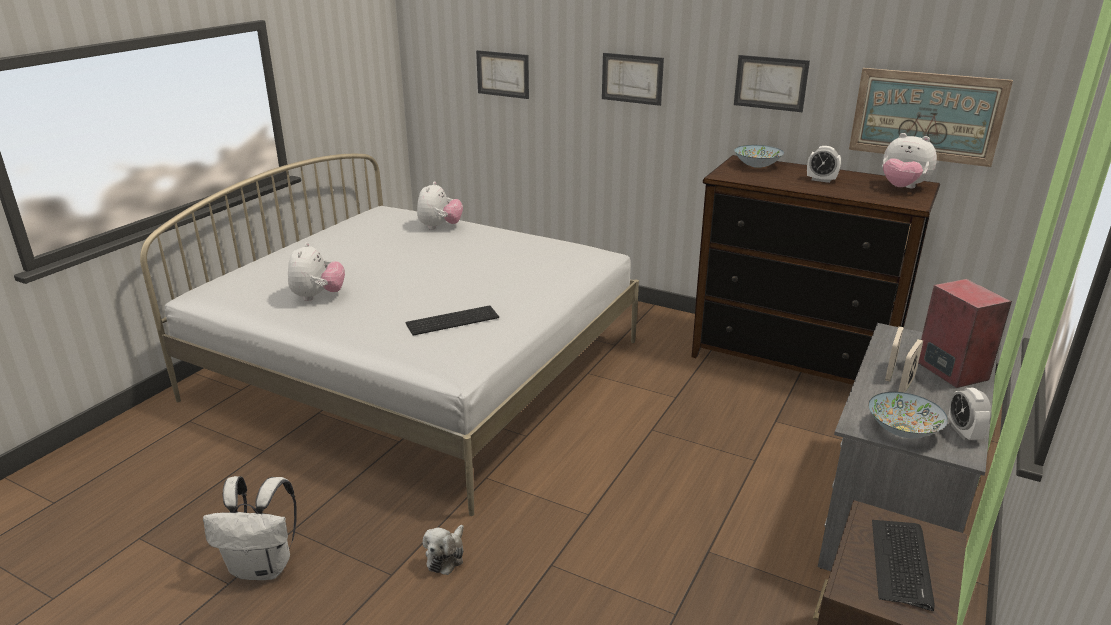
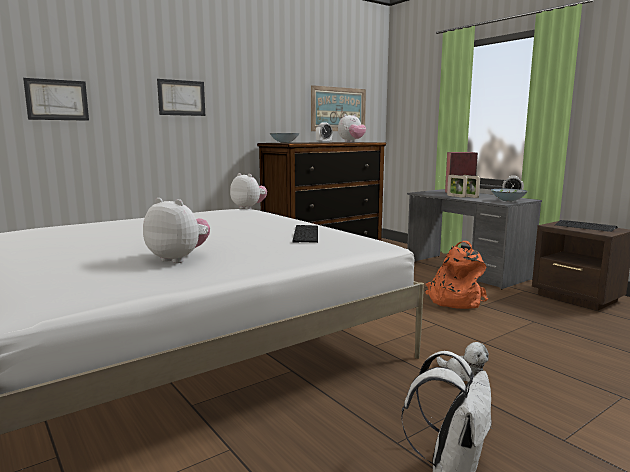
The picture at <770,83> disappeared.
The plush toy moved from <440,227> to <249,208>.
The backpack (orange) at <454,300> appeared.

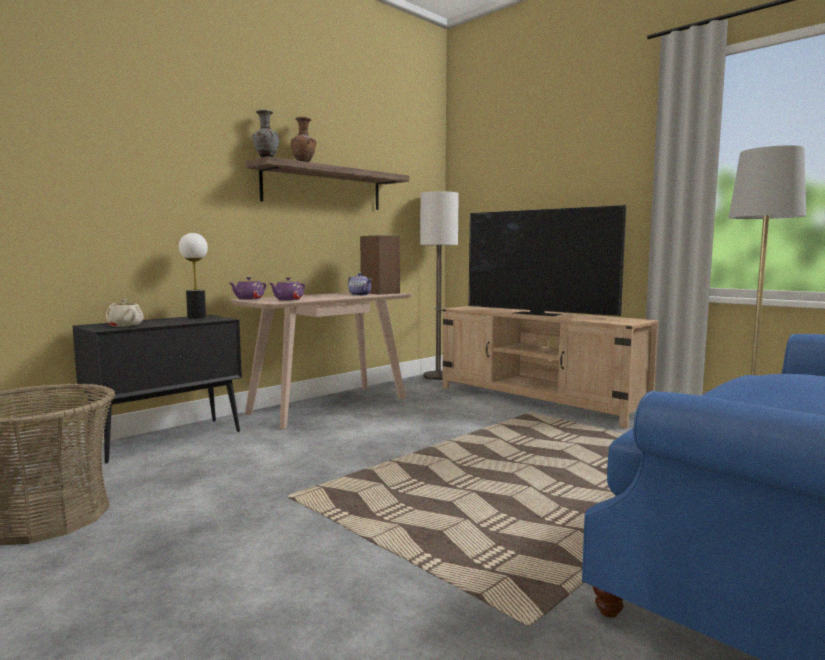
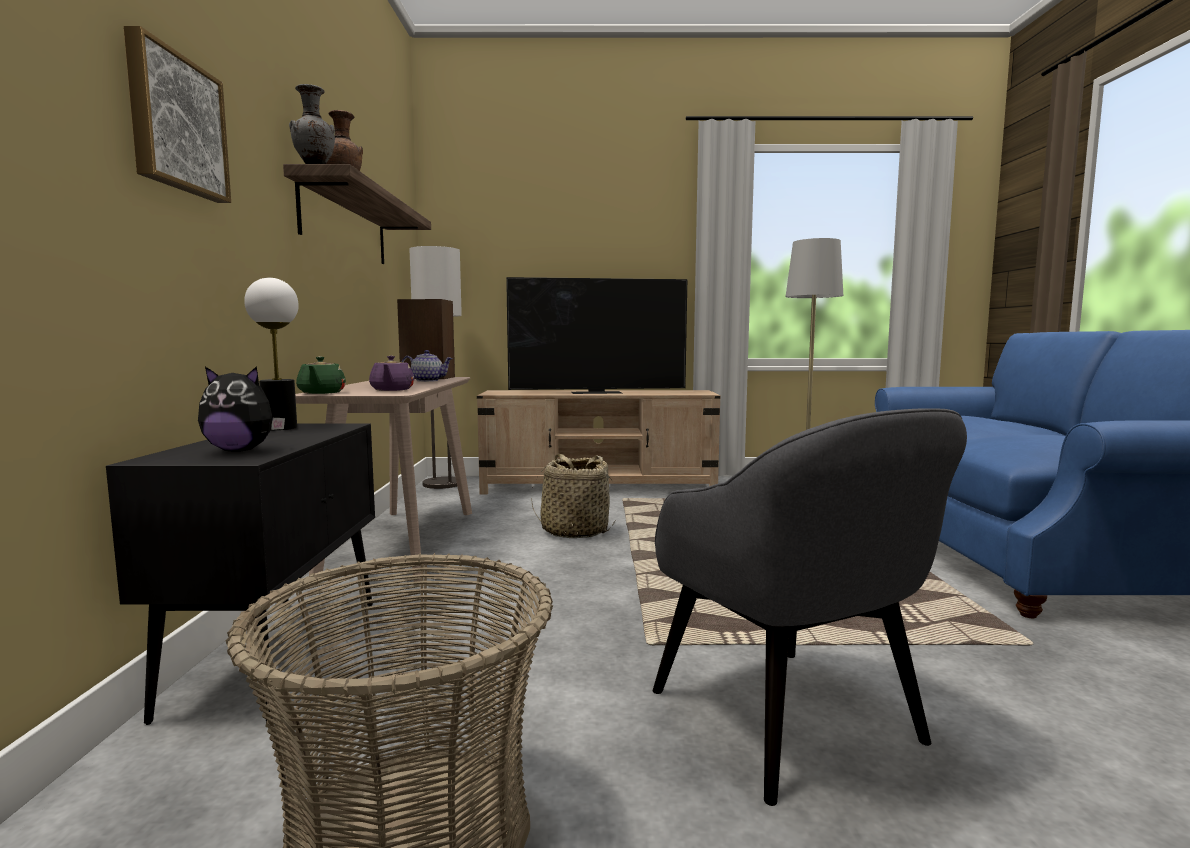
The teapot (purple) at <248,299> became the teapot (green) at <321,393>.
The teapot (beige) at <124,325> was replaced by the plush toy at <241,451>.
The picture at <175,124> appeared.
The armchair (grey) at <787,719> appeared.
The basket at <574,531> appeared.

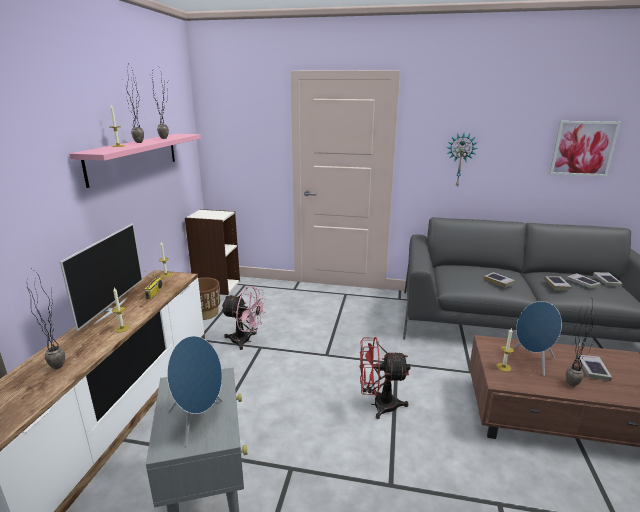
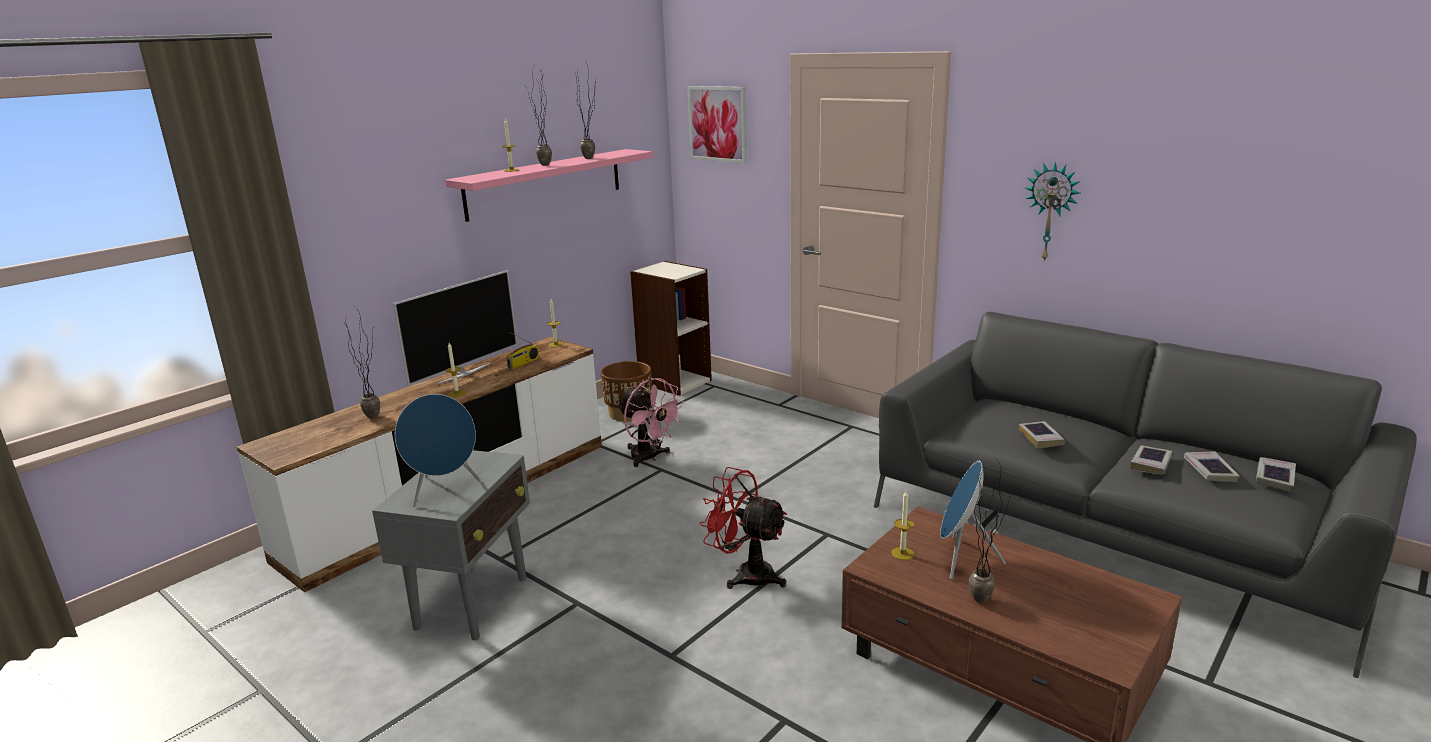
The picture moved from <583,148> to <718,124>.
The book at <592,369> disappeared.

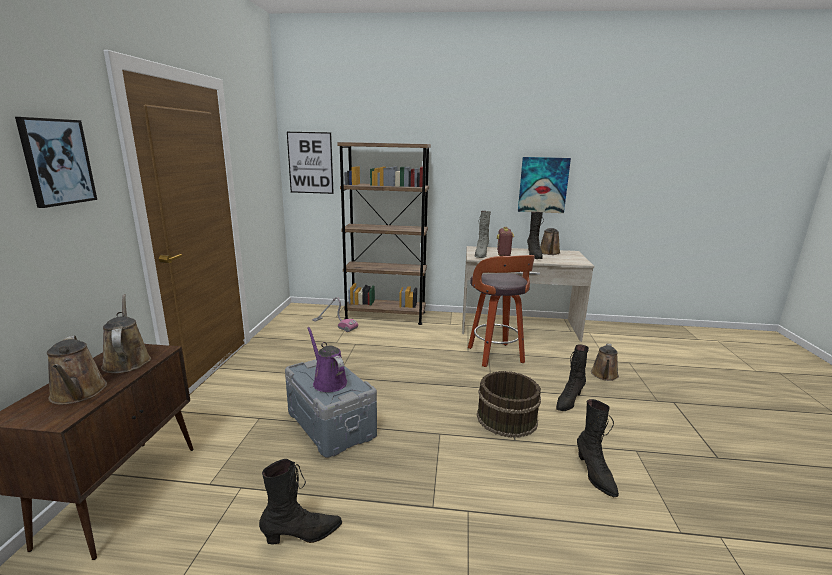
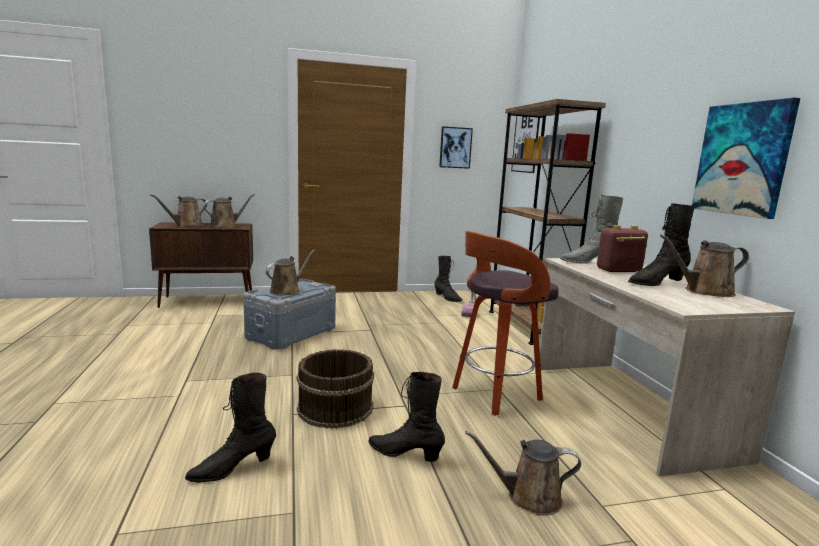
The picture moved from <57,162> to <455,147>.
The watering can (purple) at <328,381> became the watering can (brown) at <287,291>.
The boot (black) moved from <303,535> to <447,298>.

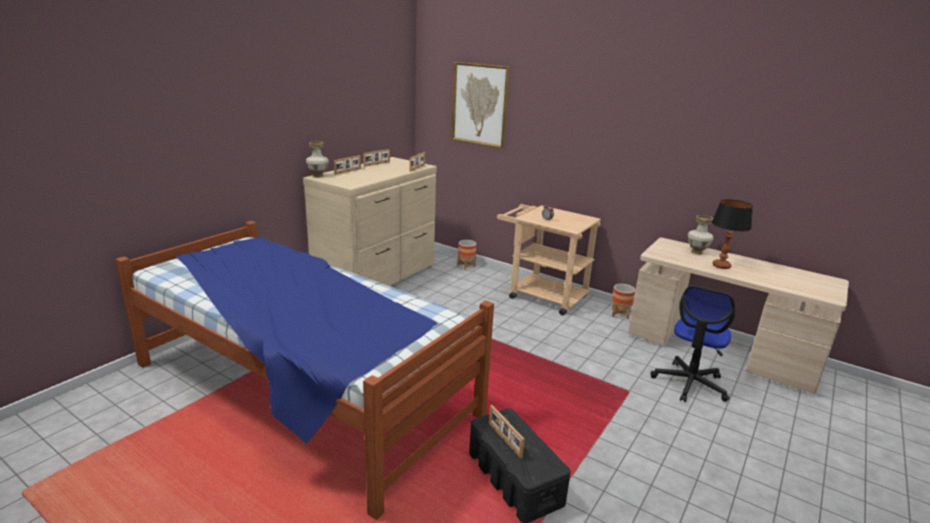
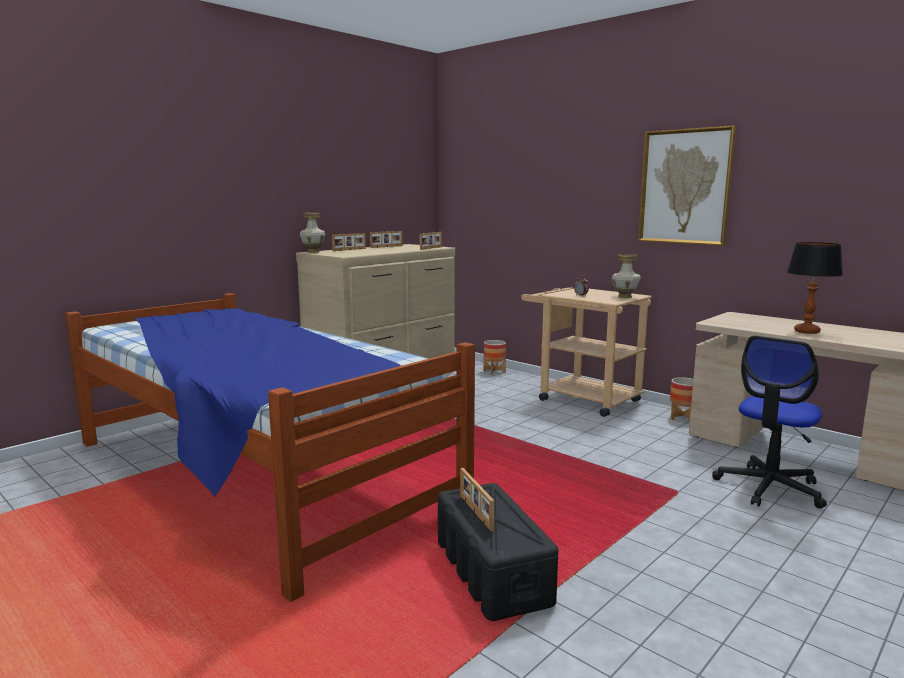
The picture moved from <479,104> to <685,187>.
The vase moved from <696,252> to <624,297>.

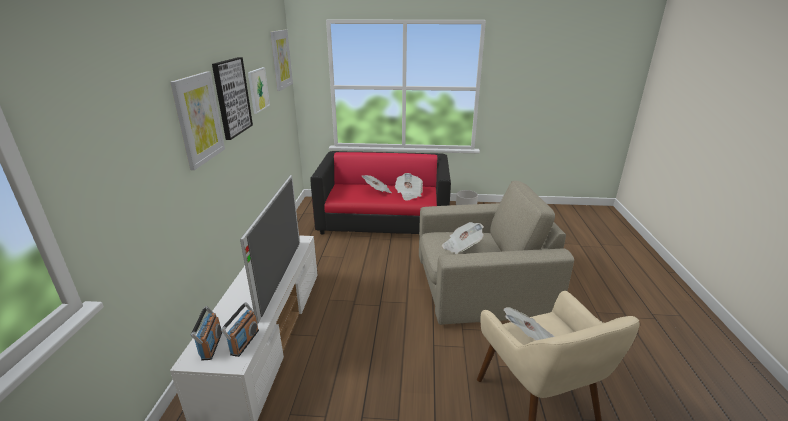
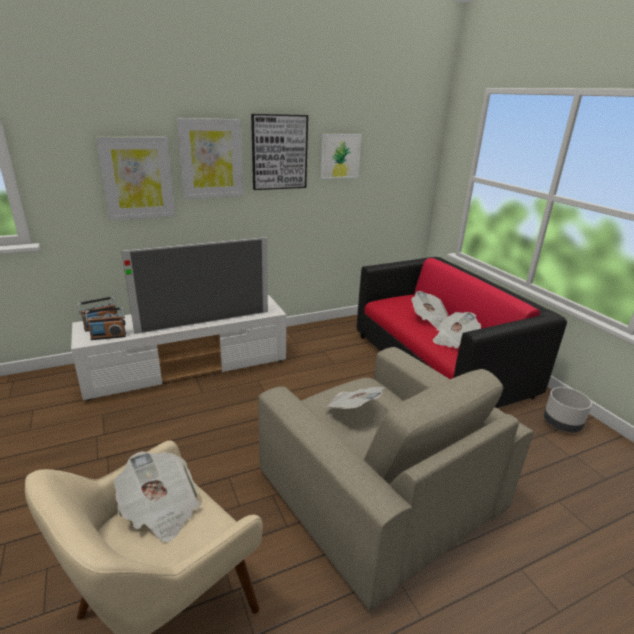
The picture moved from <281,59> to <137,178>.

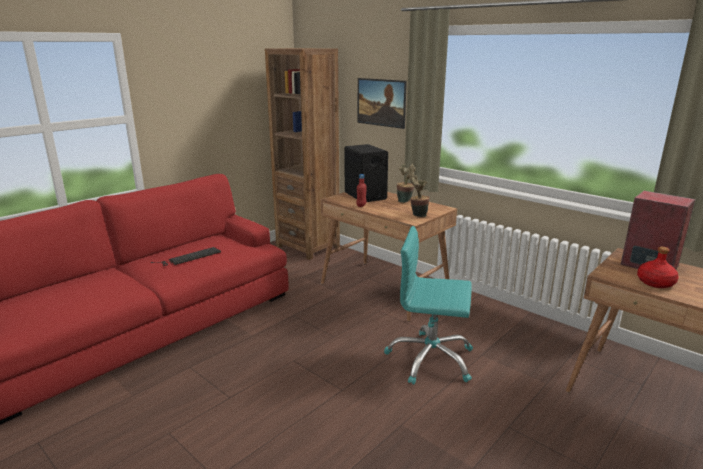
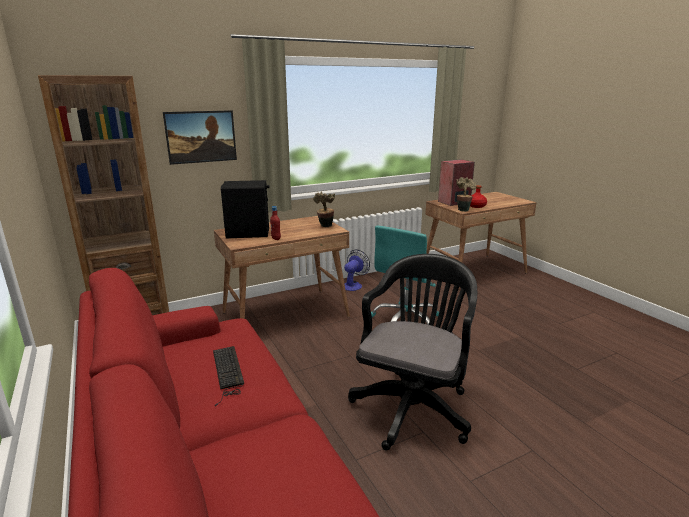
The potted plant moved from <405,201> to <463,210>.
The fan at <354,285> appeared.
The office chair (black) at <413,405> appeared.

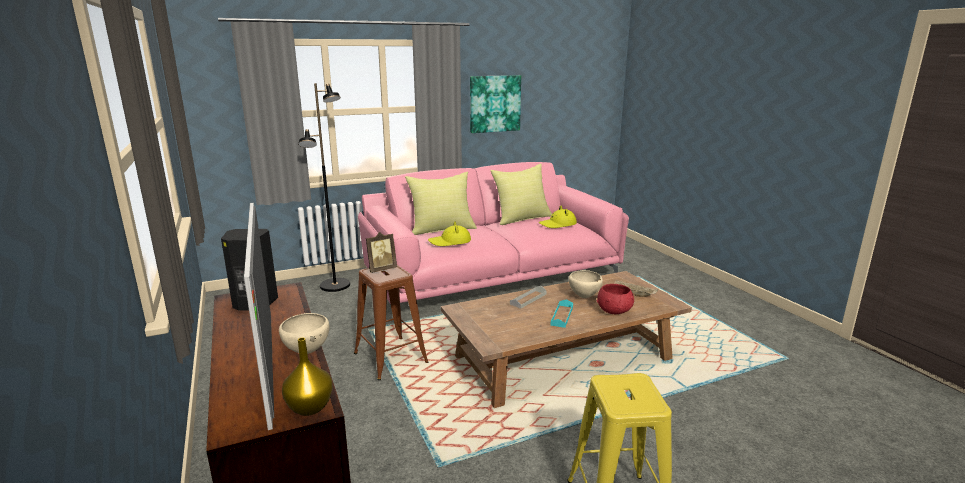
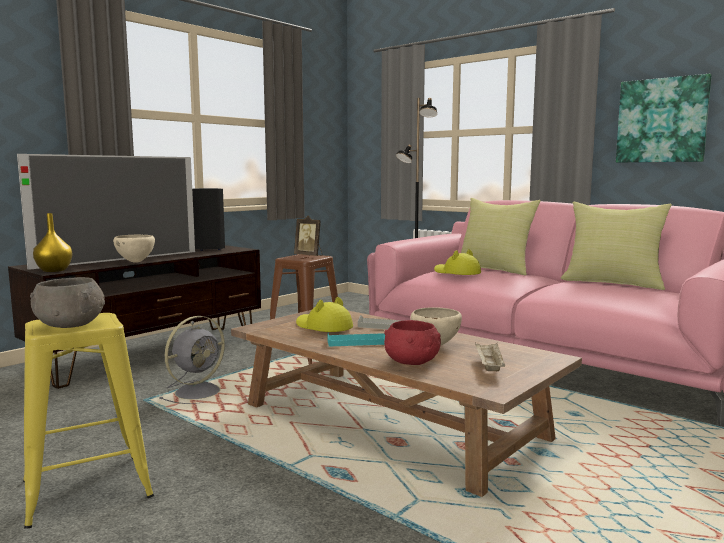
The hat (yellow) moved from <558,224> to <323,327>.
The bowl (grey) at <70,324> appeared.
The fan (grey) at <199,391> appeared.

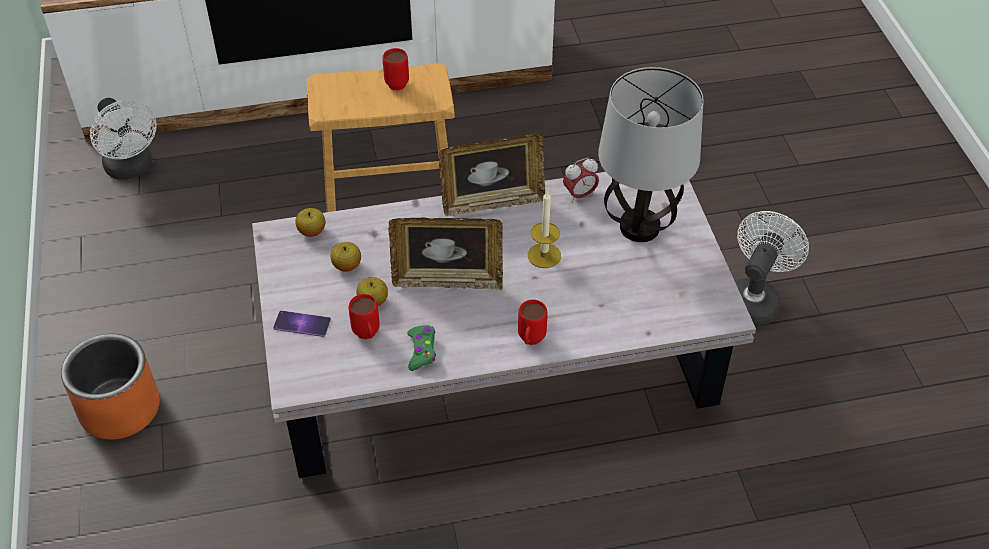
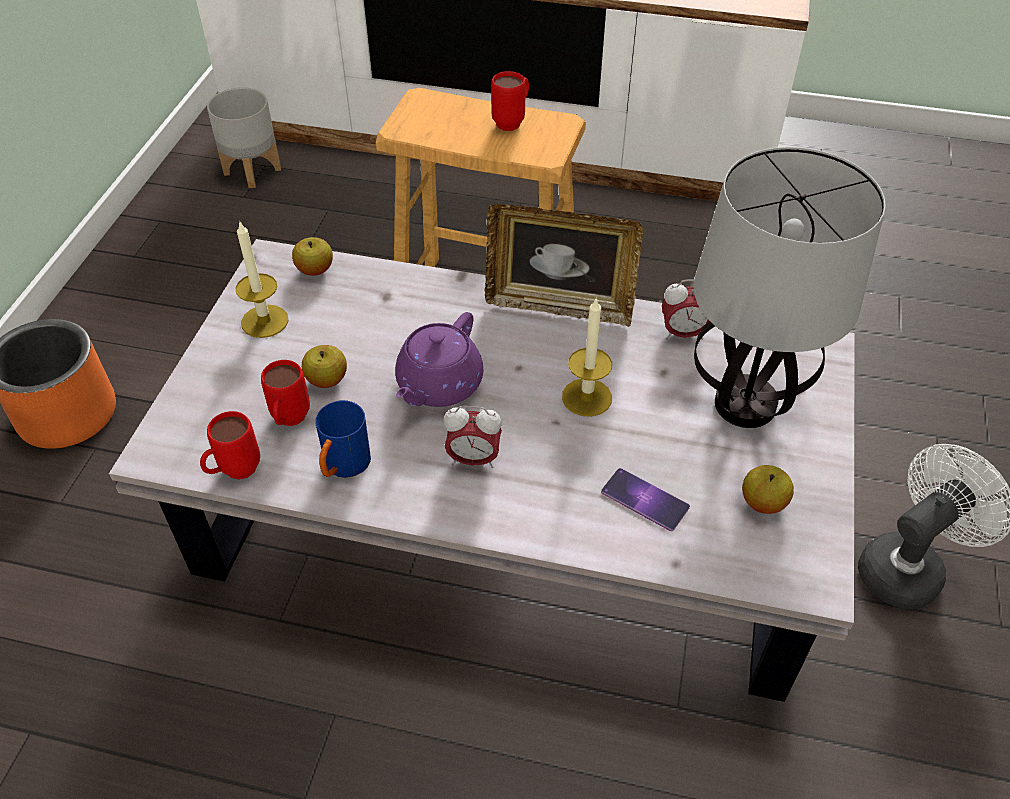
The fan (white) at <132,168> was replaced by the planter (grey) at <253,170>.
The picture frame at <447,280> was replaced by the teapot (purple) at <438,385>.
The apple moved from <347,266> to <763,502>.
The mug (red) moved from <530,342> to <234,473>.
The phone moved from <302,324> to <645,499>.
The game controller (green) at <422,351> was replaced by the mug (blue) at <343,467>.
The candle at <264,321> appeared.
The alarm clock at <473,459> appeared.

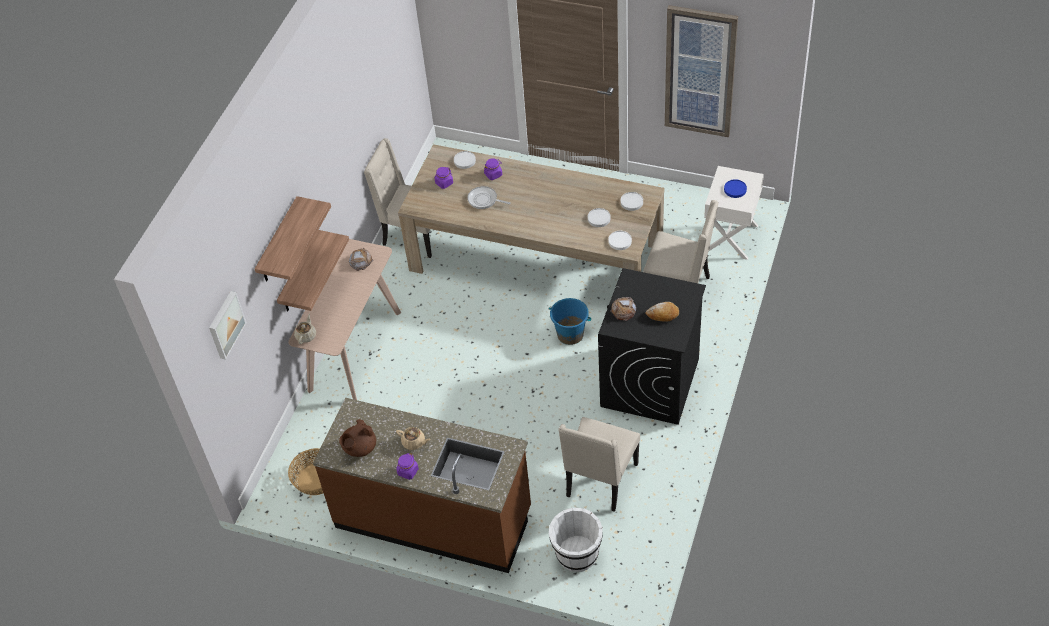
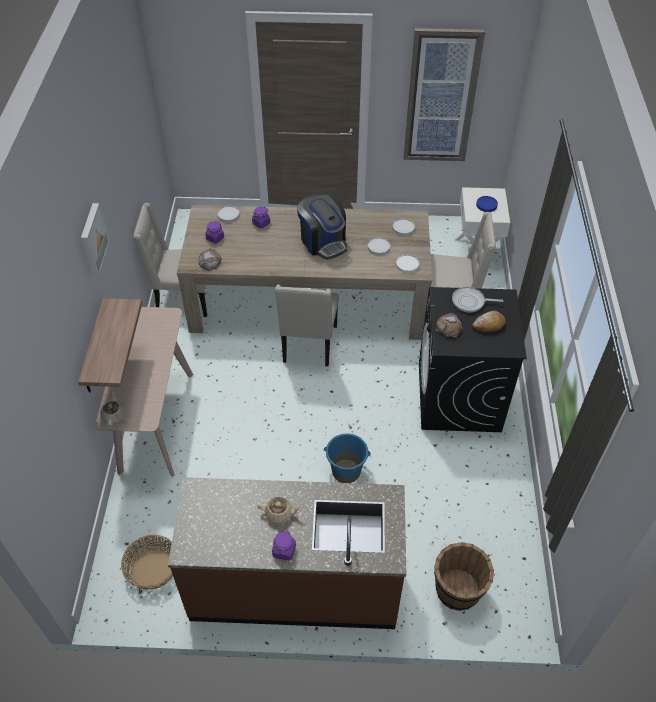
The frying pan moved from <484,200> to <470,302>.
The shelf at <278,242> disappeared.
The bread moved from <360,261> to <210,261>.
The picture moved from <225,324> to <92,239>.
The bucket (blue) moved from <570,334> to <346,471>.
The chair (beige) moved from <600,481> to <309,345>.
The teapot (brown) at <359,448> disappeared.
The bucket (white) at <577,554> became the bucket (brown) at <457,590>.
The coffee machine at <323,242> appeared.

